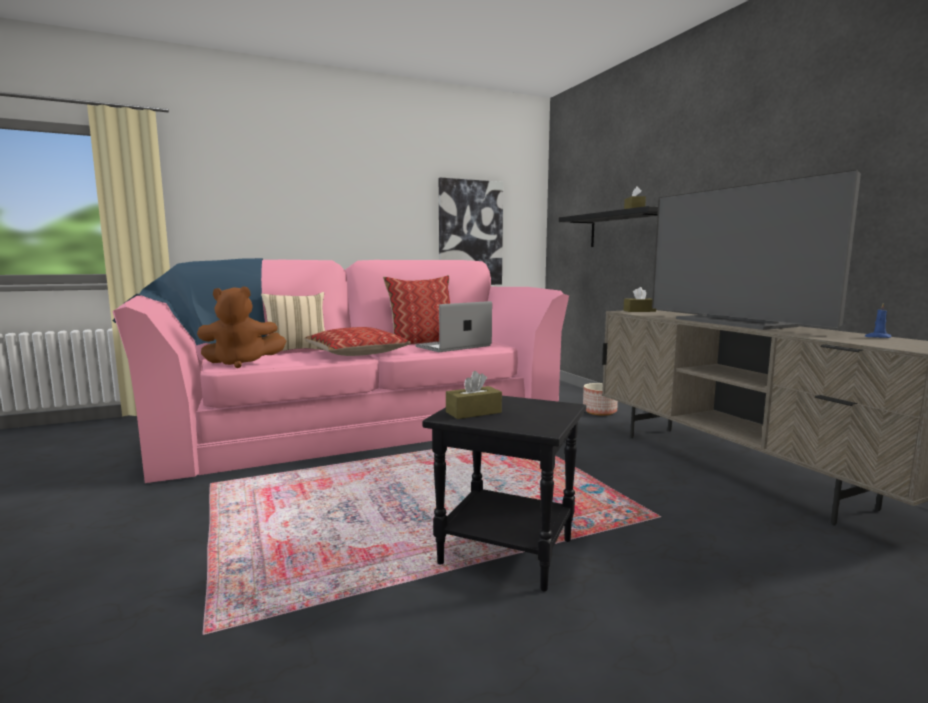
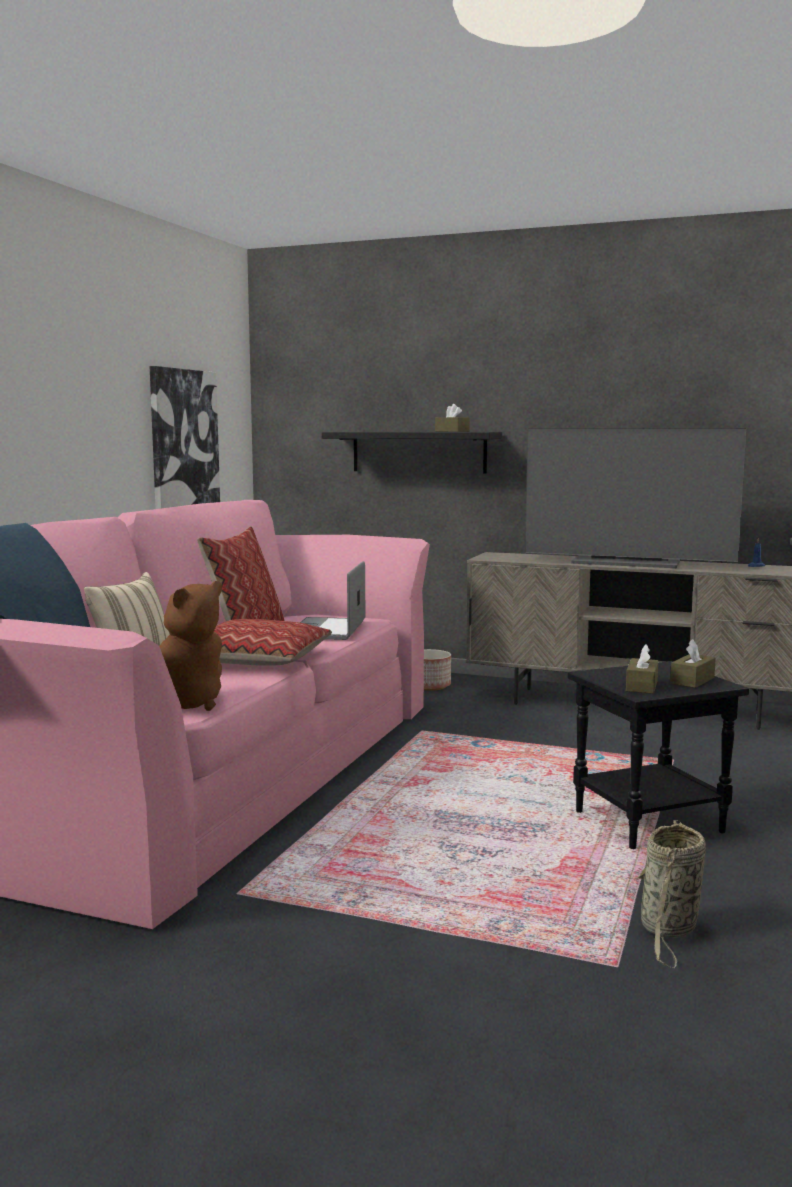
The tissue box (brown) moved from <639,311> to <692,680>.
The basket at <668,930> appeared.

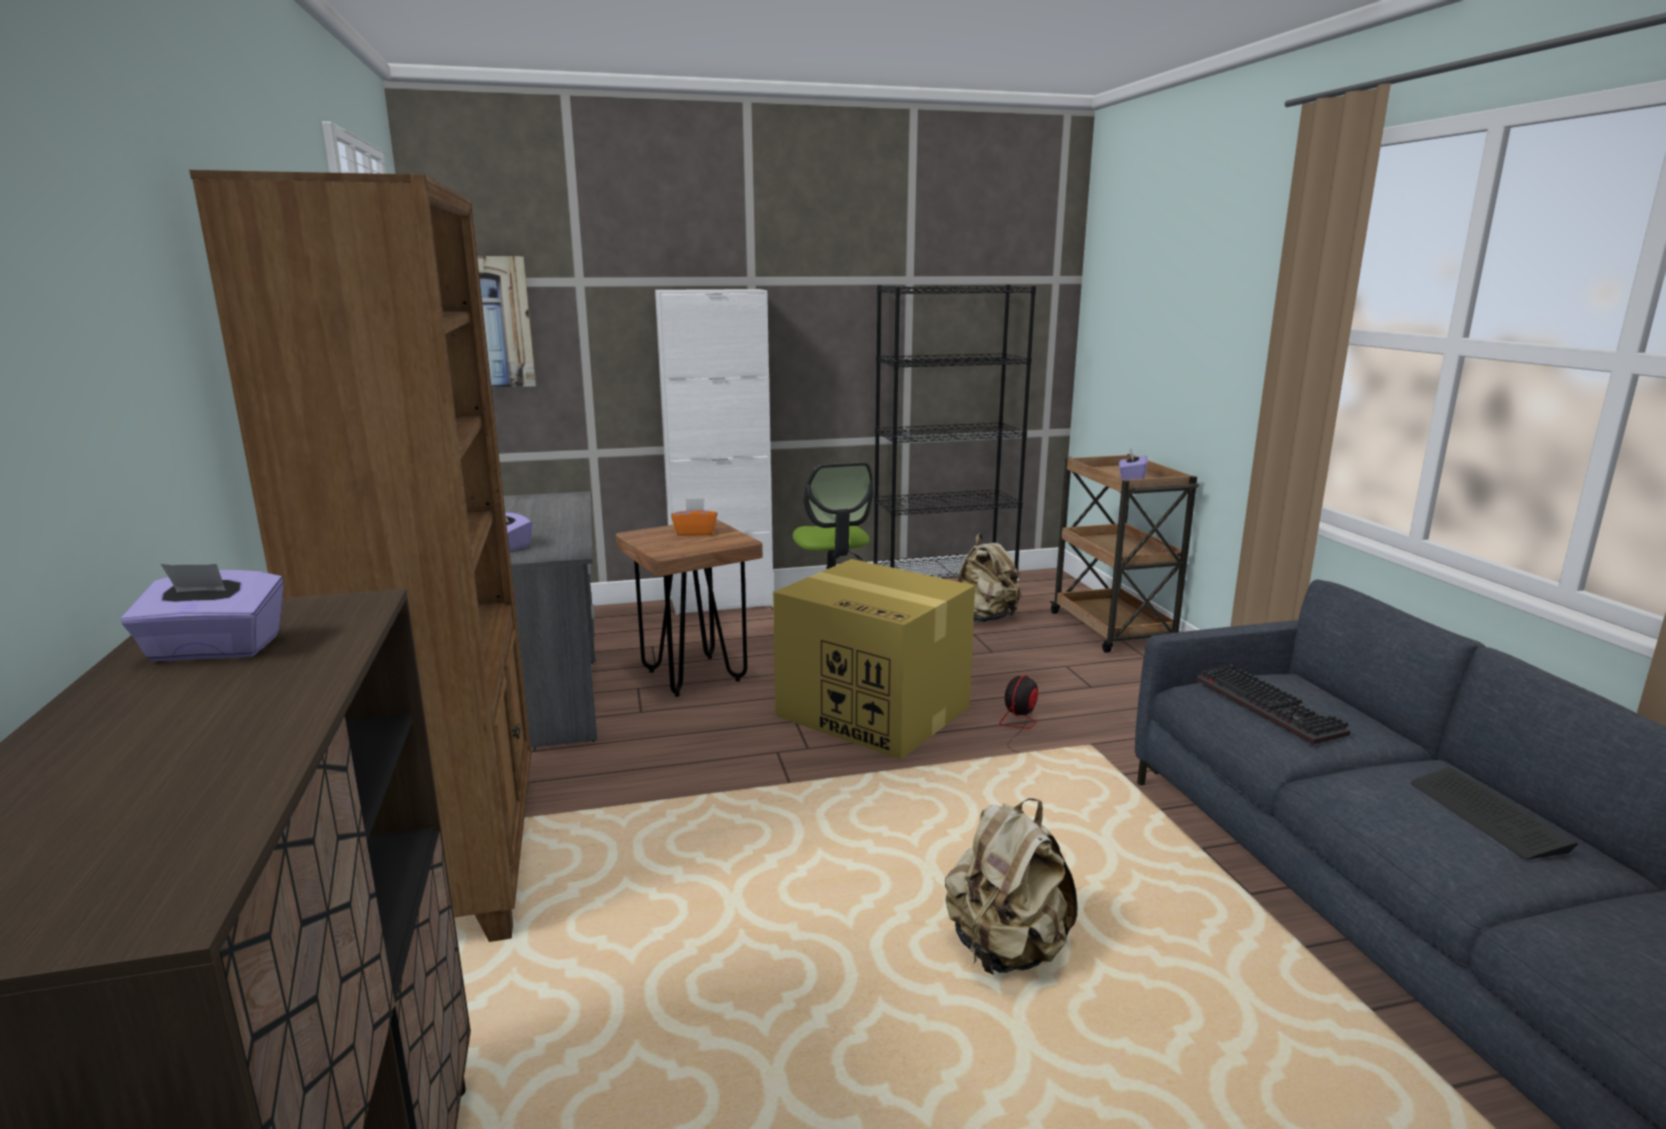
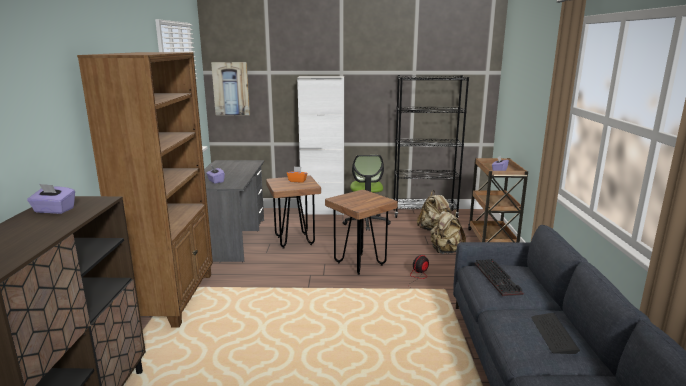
The cardboard box at <875,712> was replaced by the stool (brown) at <360,264>.
The backpack (beige) moved from <1006,950> to <445,251>.

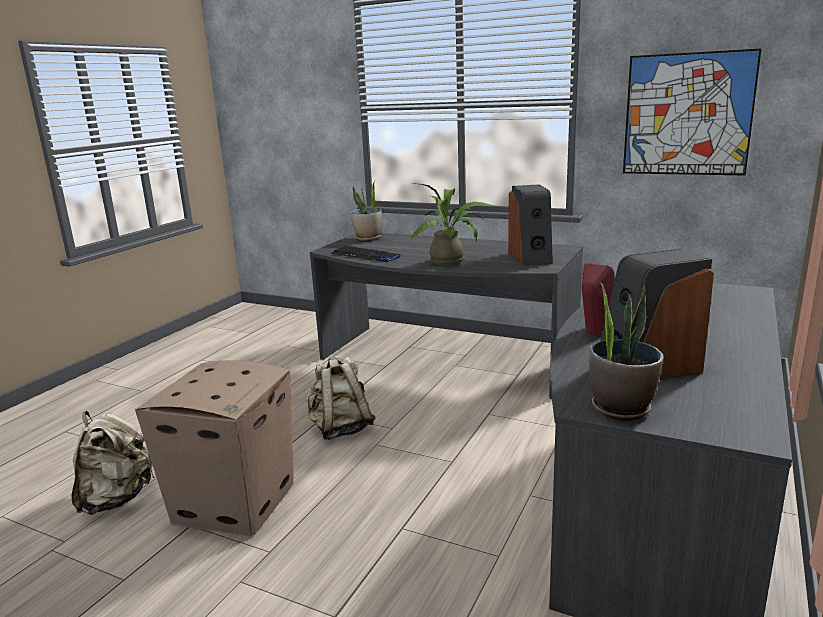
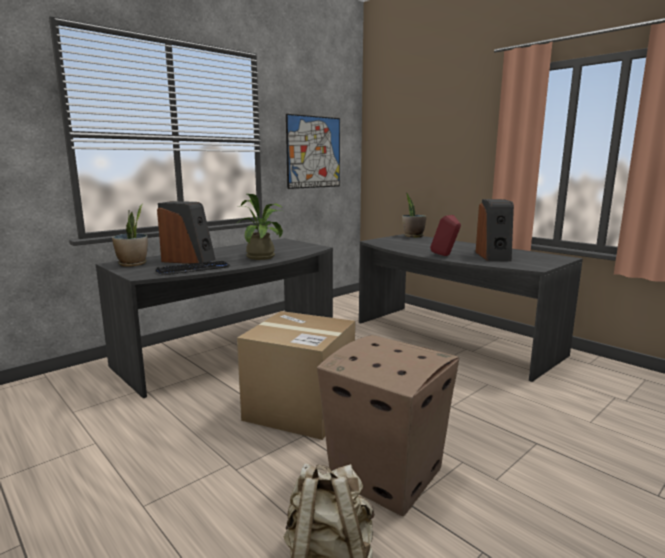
The speaker moved from <531,257> to <189,260>.
The potted plant moved from <621,408> to <413,236>.
The backpack (beige) at <340,429> was replaced by the cardboard box at <300,408>.

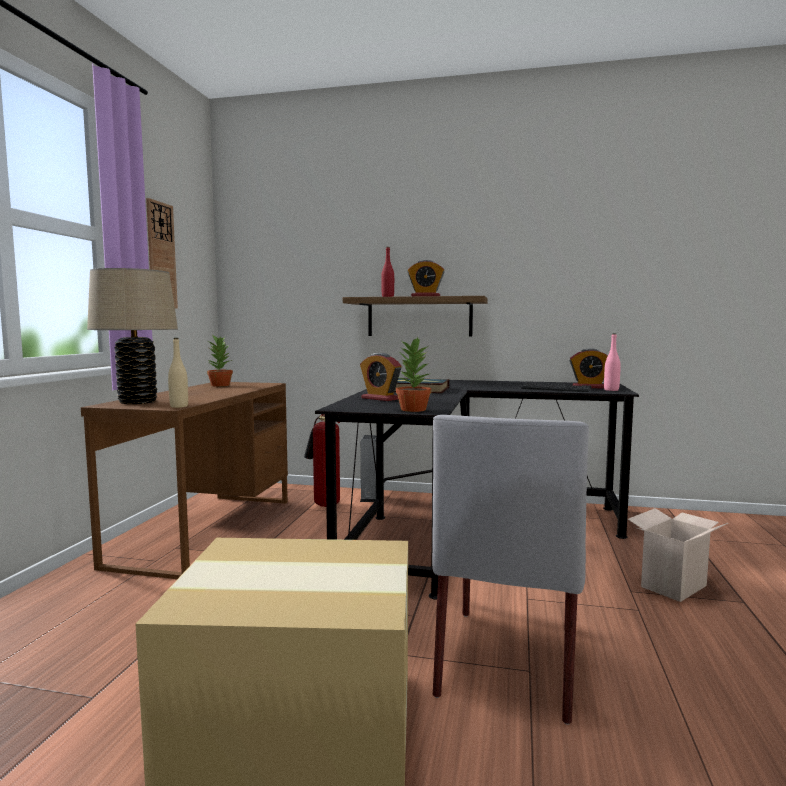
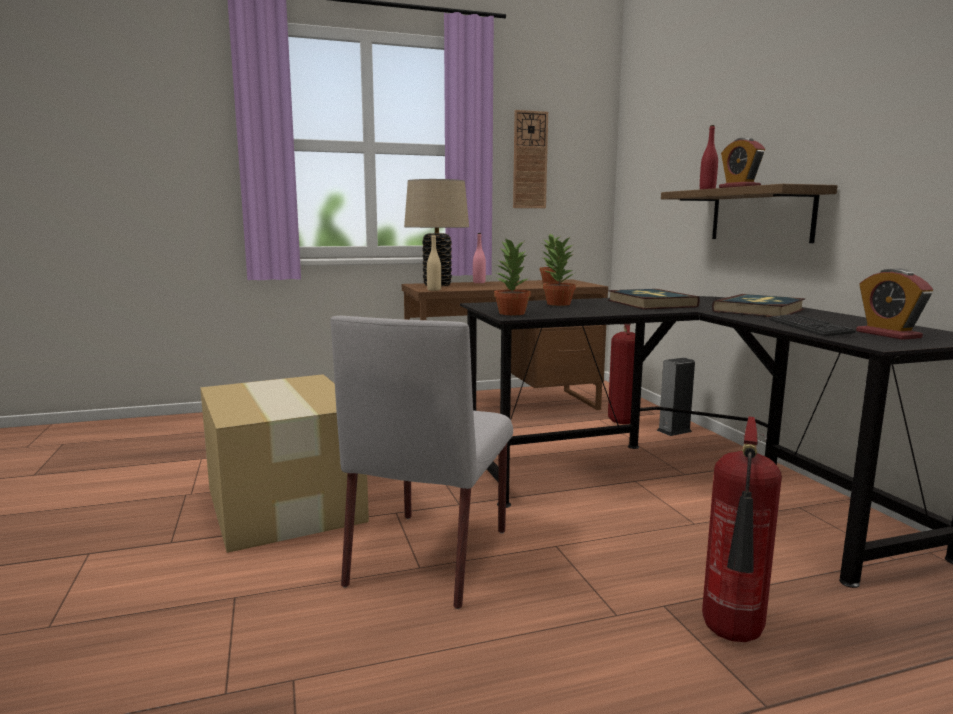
The bottle (pink) moved from <611,390> to <479,282>.
The alarm clock at <380,398> was replaced by the potted plant at <558,304>.
The chair (grey) at <508,658> turned 60 degrees counterclockwise.
The cardboard box at <673,585> was replaced by the fire extinguisher at <733,637>.
The book at <759,310> appeared.

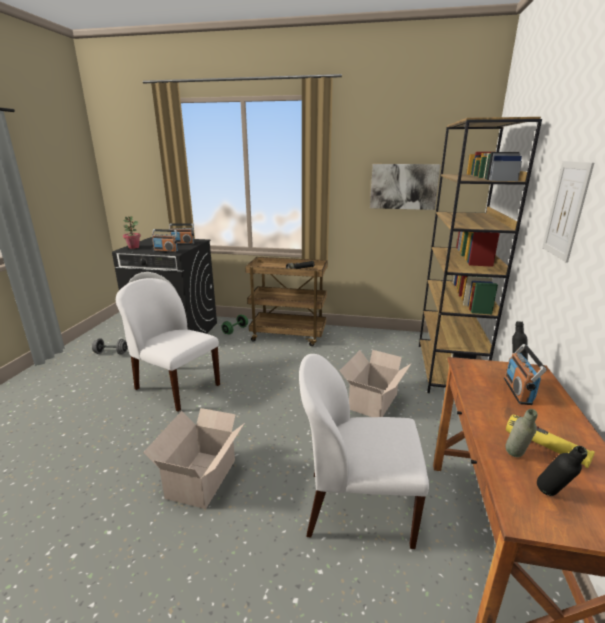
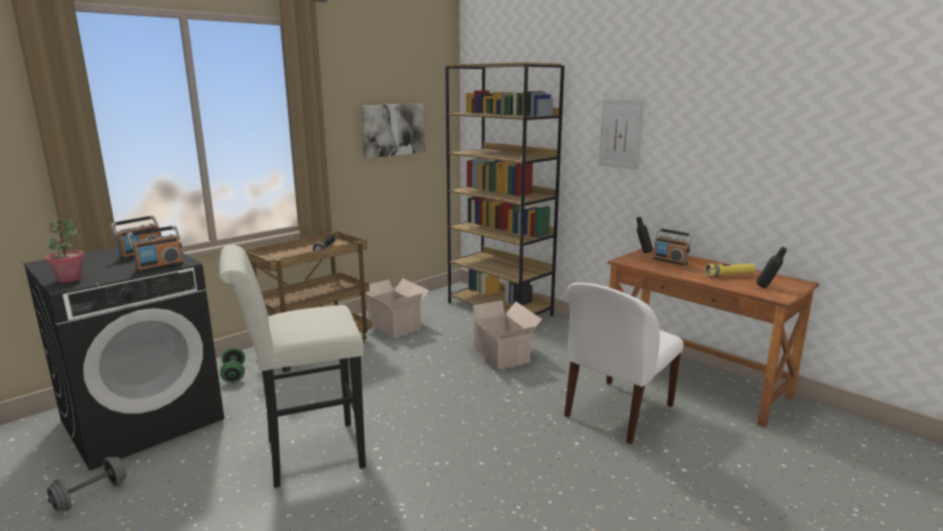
The chair (white) at <176,386> was replaced by the stool (white) at <306,455>.
The cardboard box moved from <203,477> to <394,325>.
The bottle (grey) at <515,458> disappeared.

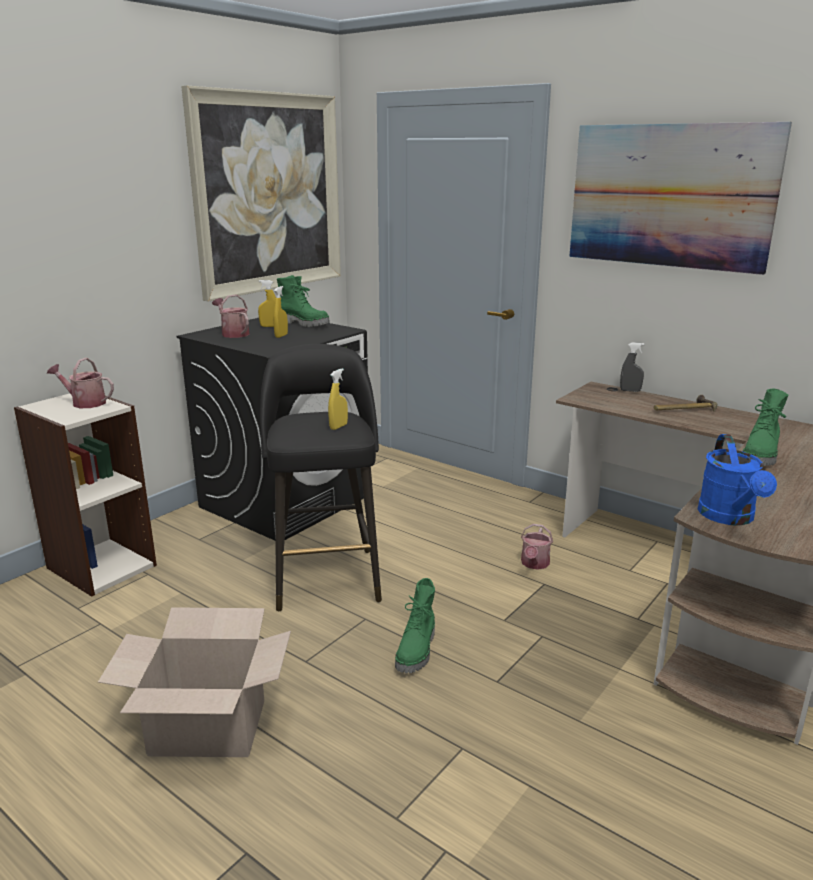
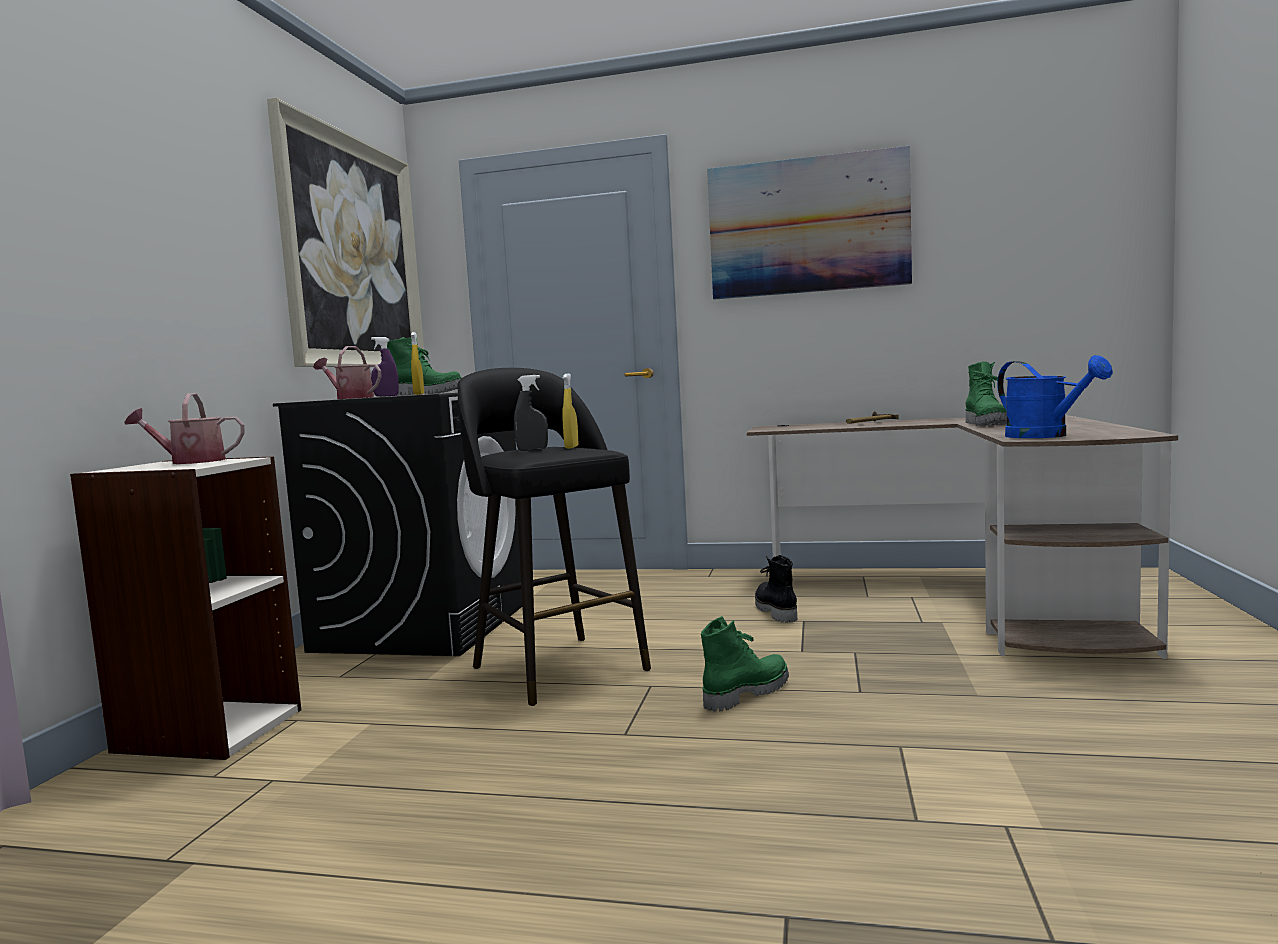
The spray bottle (yellow) at <269,326> became the spray bottle (purple) at <386,396>.
The spray bottle (grey) moved from <630,391> to <532,450>.
The watering can at <534,564> was replaced by the boot (black) at <774,611>.
The boot (green) at <417,651> turned 120 degrees counterclockwise.
The cardboard box at <208,727> disappeared.

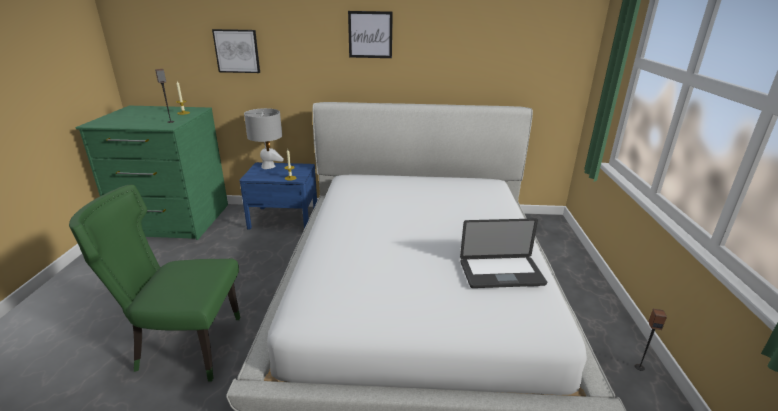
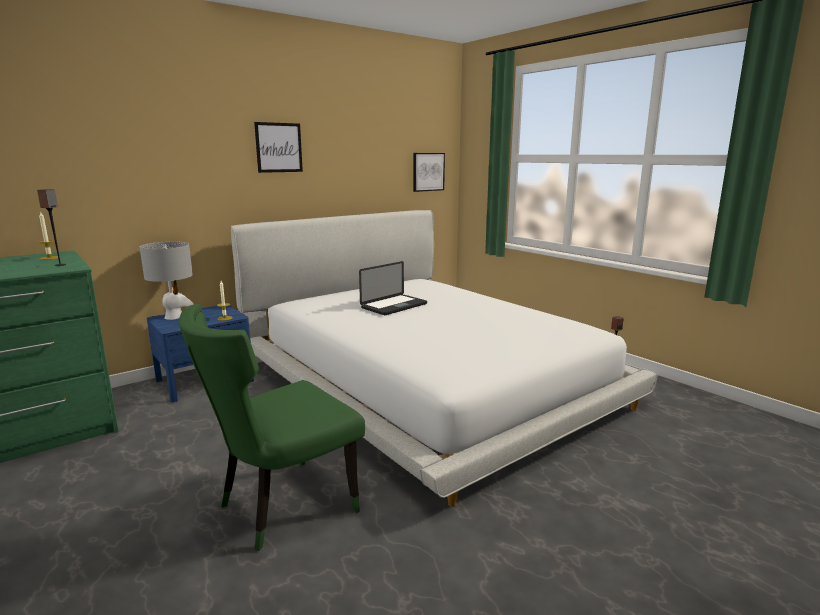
The picture moved from <237,51> to <428,172>.
The laptop moved from <501,273> to <394,306>.

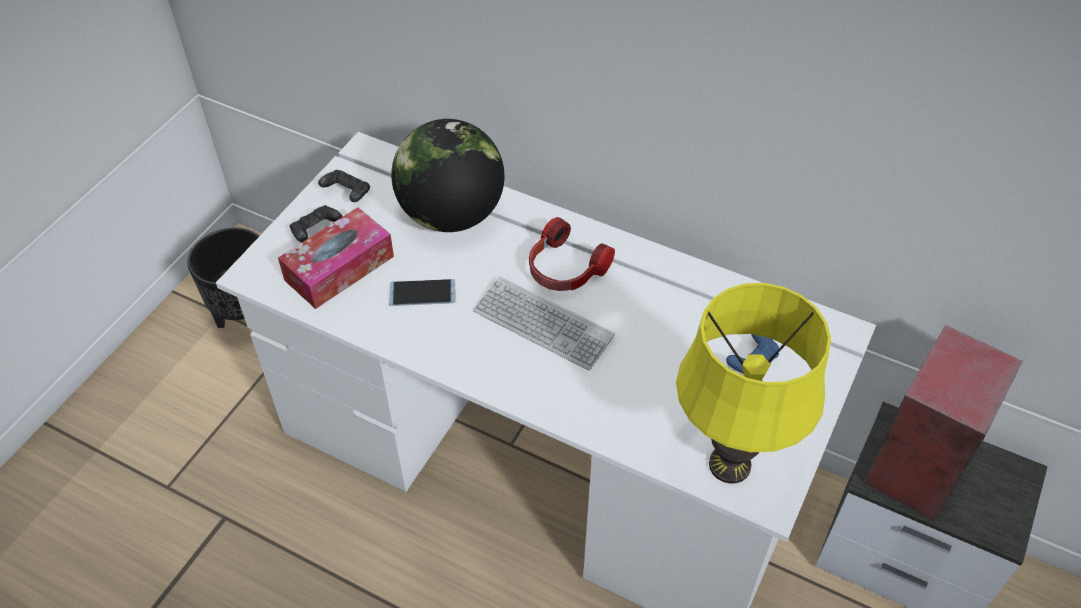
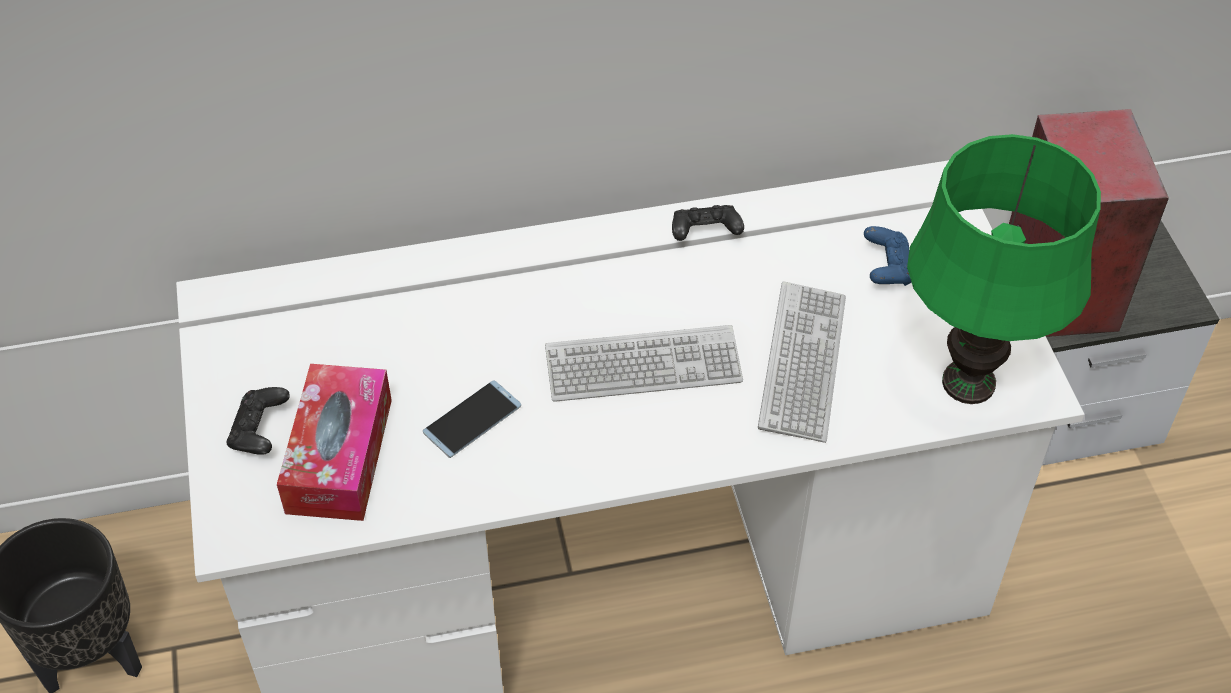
The globe at <451,215> disappeared.
The game controller (black) moved from <347,193> to <705,234>.
The headphones at <564,269> disappeared.
The table lamp (yellow) at <730,465> became the table lamp (green) at <969,383>.
The keyboard at <802,363> appeared.

